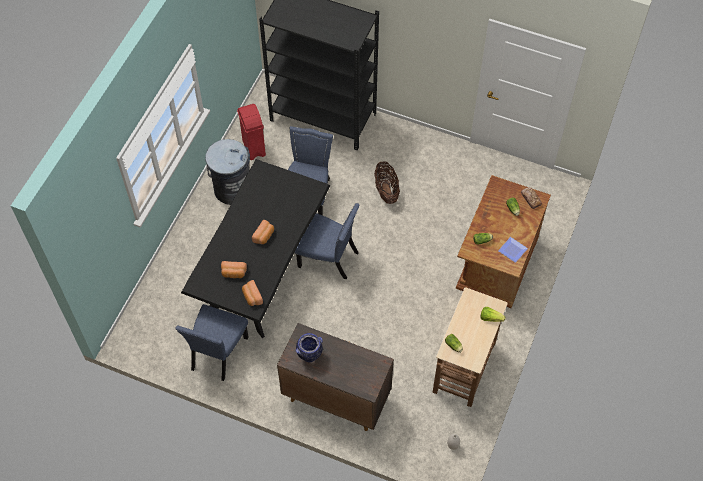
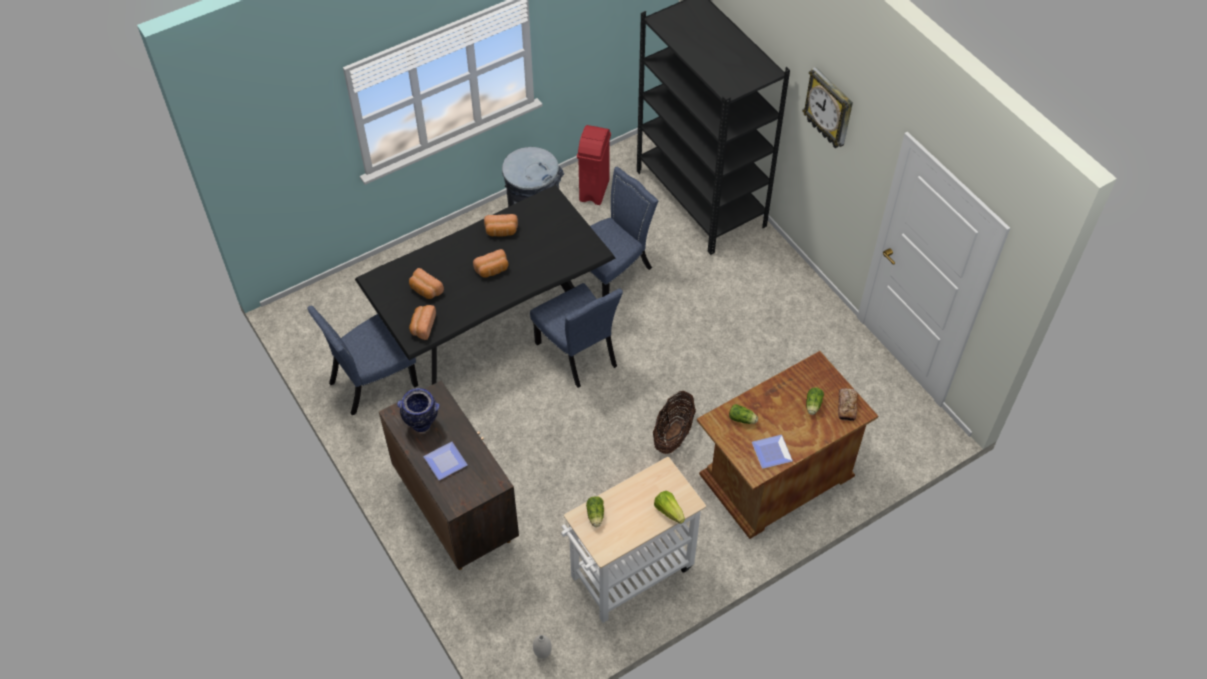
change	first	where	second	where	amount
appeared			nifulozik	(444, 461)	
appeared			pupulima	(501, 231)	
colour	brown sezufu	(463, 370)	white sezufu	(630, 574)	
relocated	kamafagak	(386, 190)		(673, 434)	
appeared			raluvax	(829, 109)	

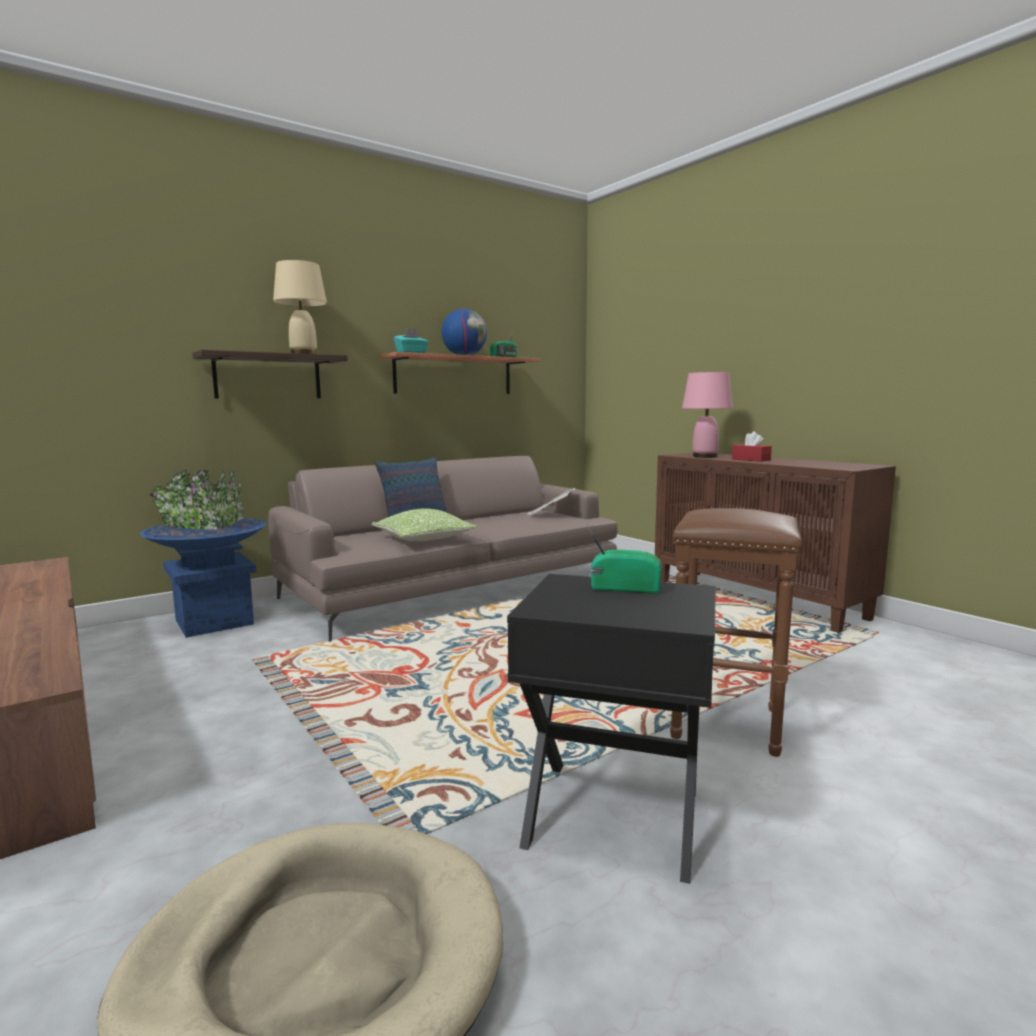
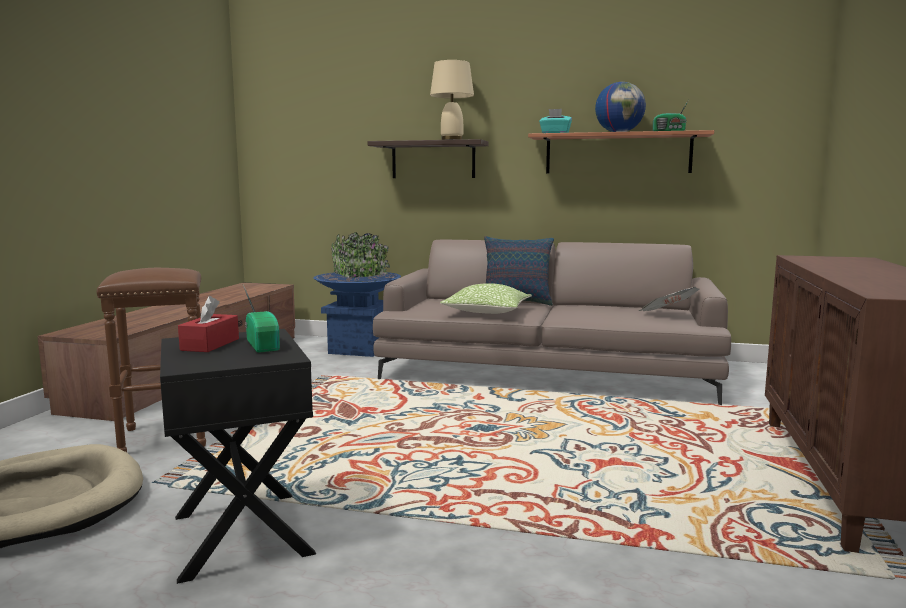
change	first	where	second	where	amount
relocated	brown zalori	(729, 722)		(167, 438)	
relocated	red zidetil	(751, 460)		(210, 344)	
missing	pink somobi	(705, 456)			

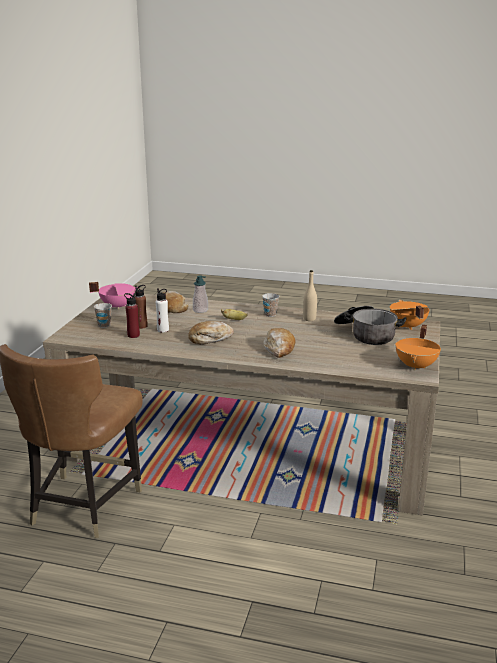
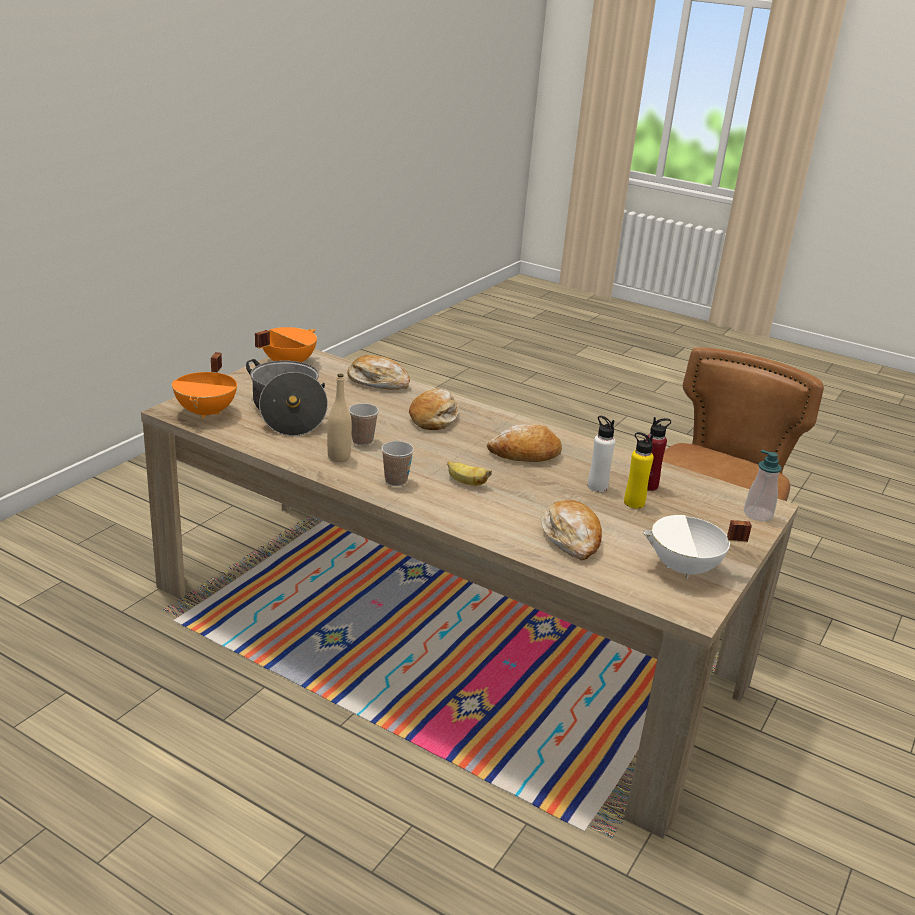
change	first	where	second	where	amount
appeared			pupulima	(378, 381)	
relocated	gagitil	(104, 325)		(362, 441)	
colour	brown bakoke	(141, 326)	yellow bakoke	(634, 503)	
colour	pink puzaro	(117, 306)	white puzaro	(684, 569)	
relocated	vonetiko	(200, 310)		(758, 514)	

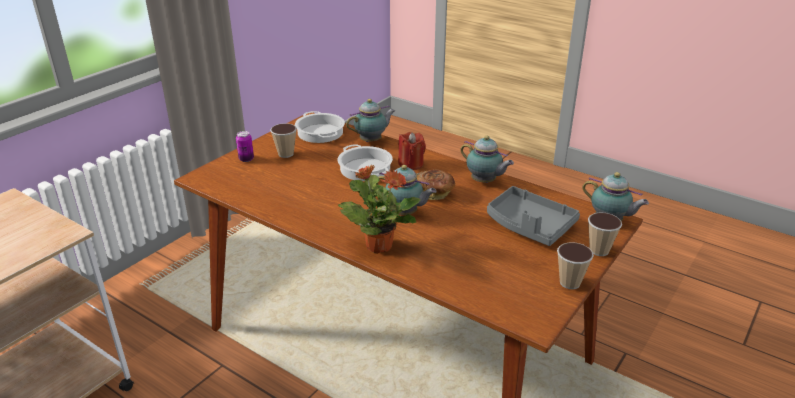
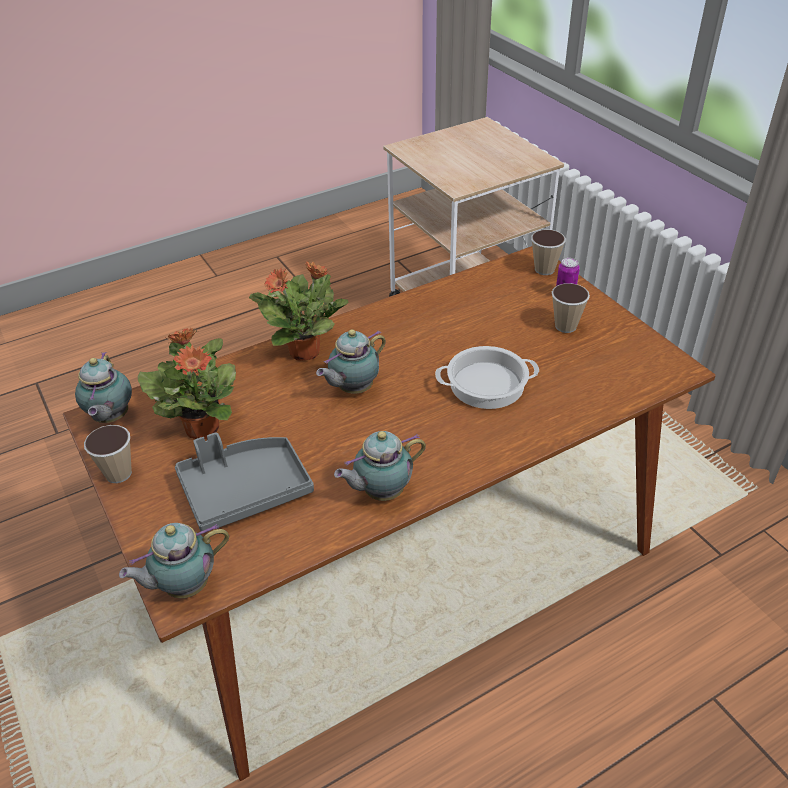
change	first	where	second	where	amount
relocated	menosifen	(372, 141)		(110, 418)	
appeared			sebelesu	(202, 427)	
relocated	gagitil	(599, 250)		(544, 269)	
missing	puzaro	(319, 133)			
missing	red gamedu	(411, 164)			
missing	pupulima	(434, 193)			

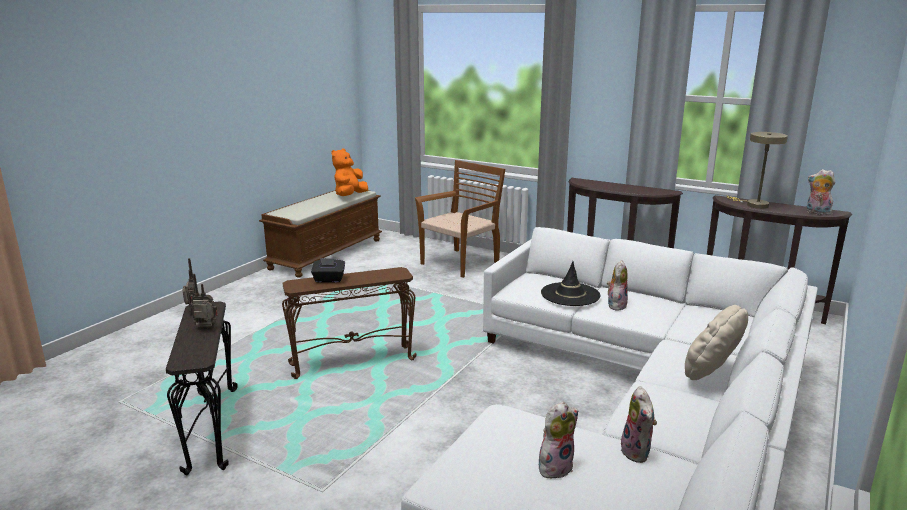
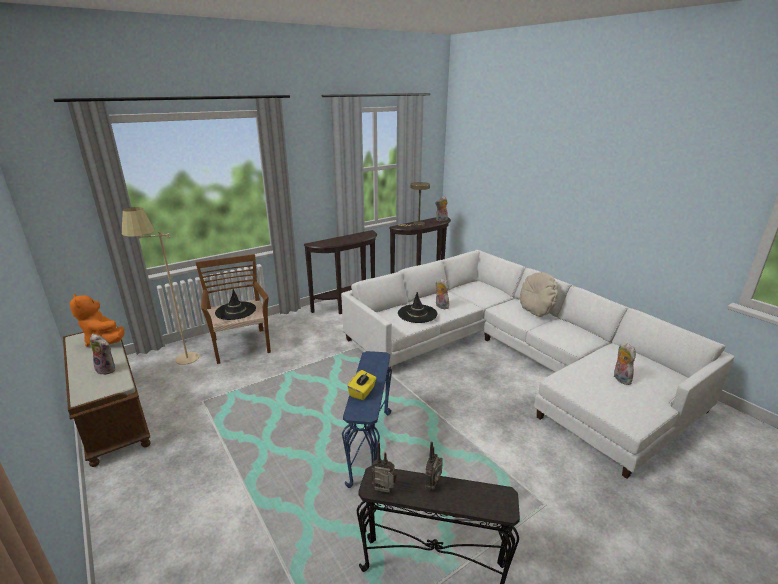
change	first	where	second	where	amount
relocated	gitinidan	(638, 453)		(108, 369)	
appeared			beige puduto	(179, 363)	
appeared			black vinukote	(235, 311)	
colour	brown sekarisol	(353, 363)	blue sekarisol	(370, 447)	
colour	black zidetil	(329, 280)	yellow zidetil	(362, 392)	

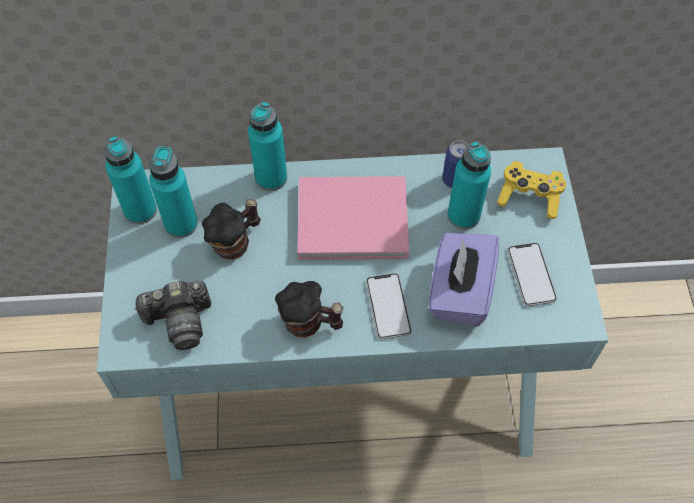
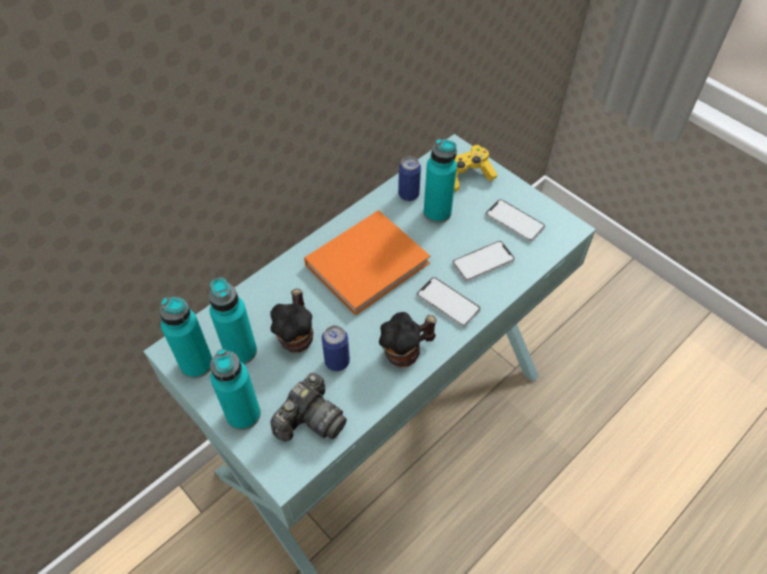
change	first	where	second	where	amount
relocated	turquoise bakoke	(271, 178)		(243, 414)	
colour	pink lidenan	(356, 220)	orange lidenan	(370, 262)	
appeared			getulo	(337, 361)	
exchanged	purple zidetil	(459, 292)	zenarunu	(483, 262)	

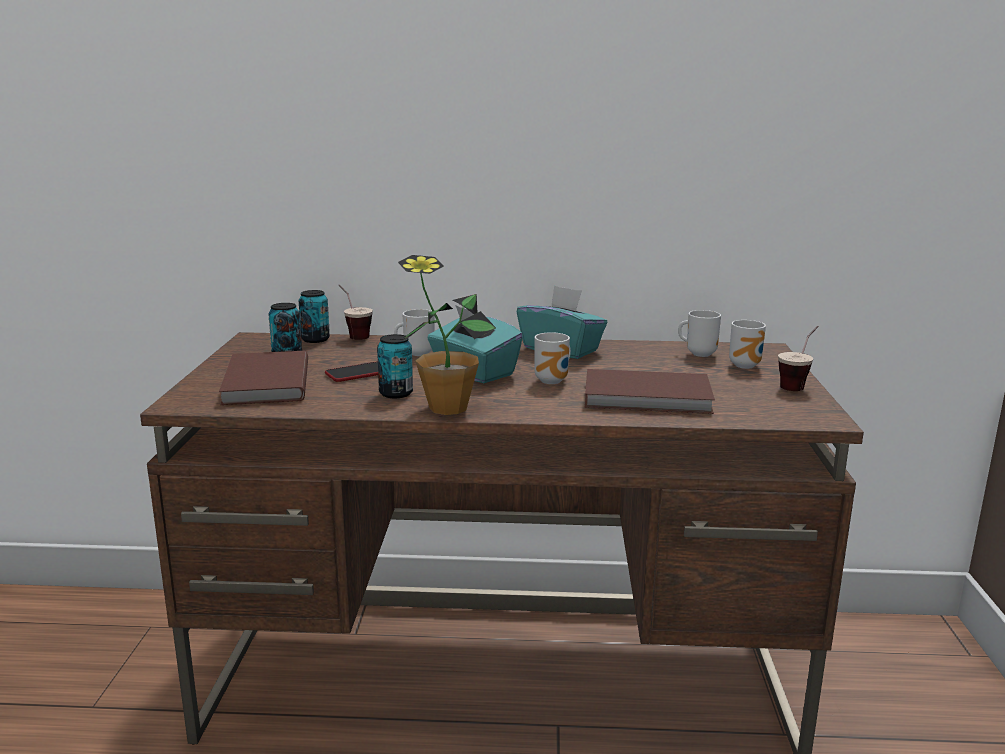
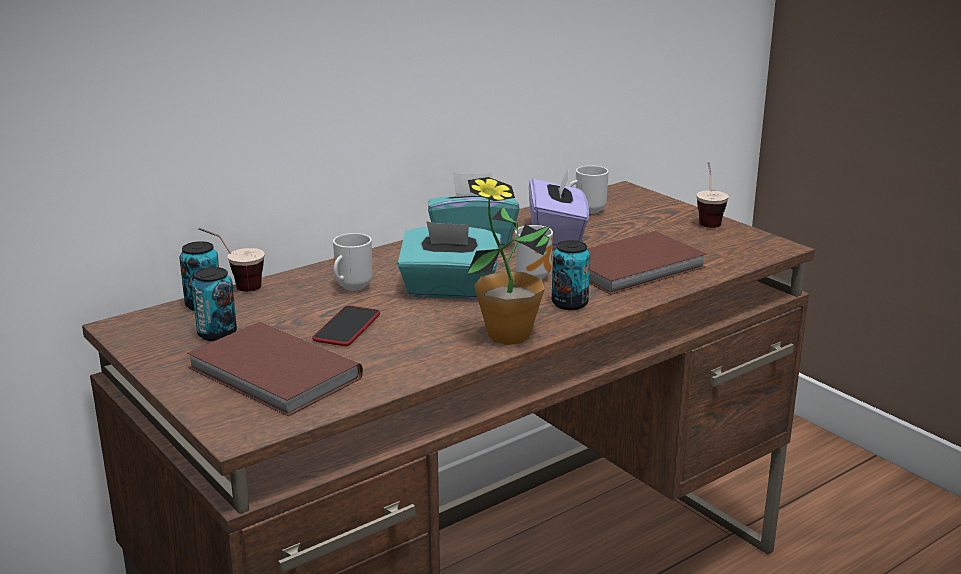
change	first	where	second	where	amount
appeared			purple zidetil	(557, 236)	
relocated	getulo	(396, 393)		(569, 303)	
missing	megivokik	(747, 365)			

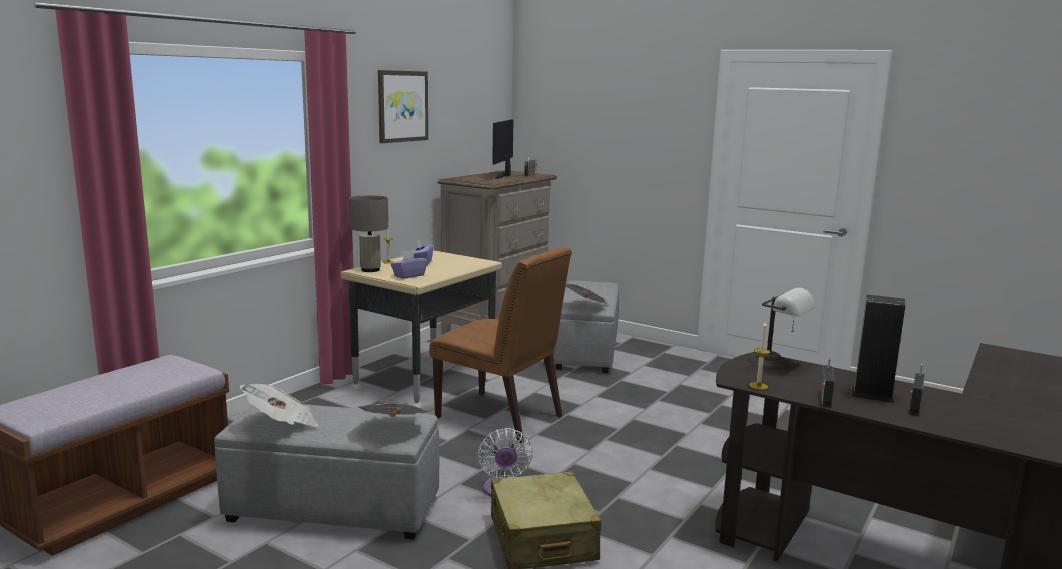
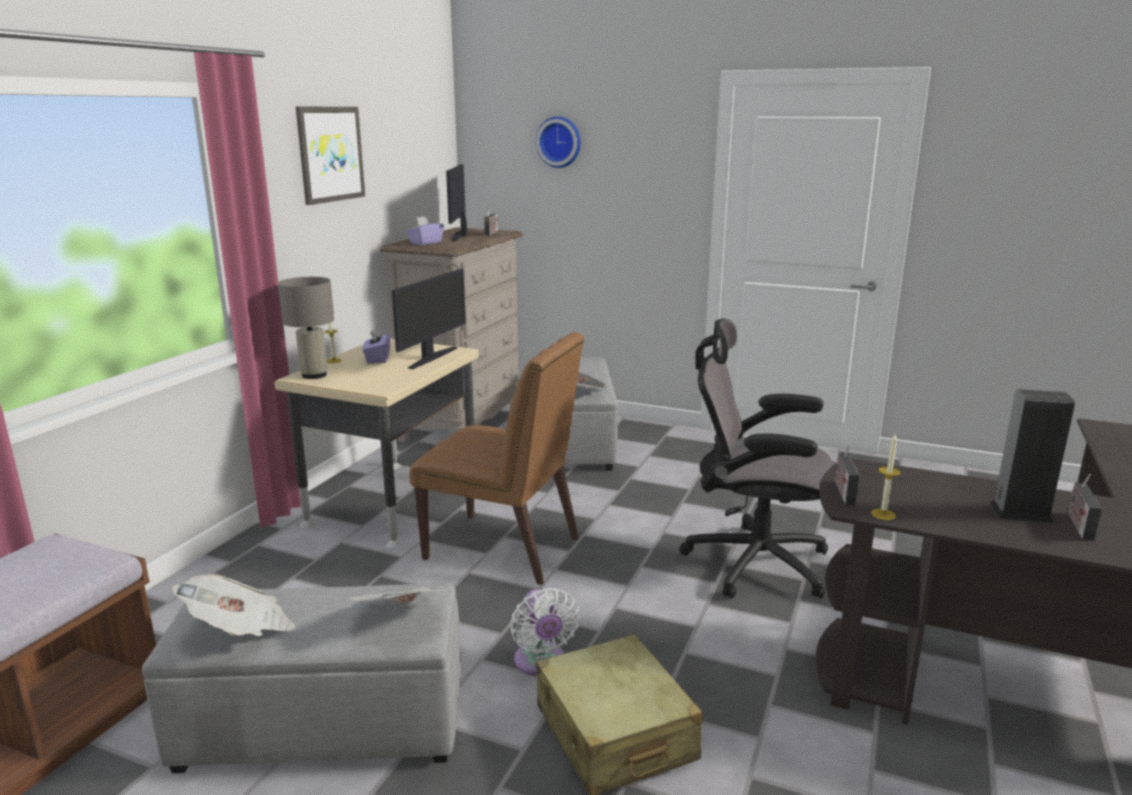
change	first	where	second	where	amount
appeared			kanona	(431, 357)	
relocated	purple zidetil	(409, 275)		(425, 243)	
appeared			raluvax	(559, 142)	
appeared			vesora	(755, 564)	
relocated	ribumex	(824, 397)		(843, 491)	
missing	somobi	(776, 363)			

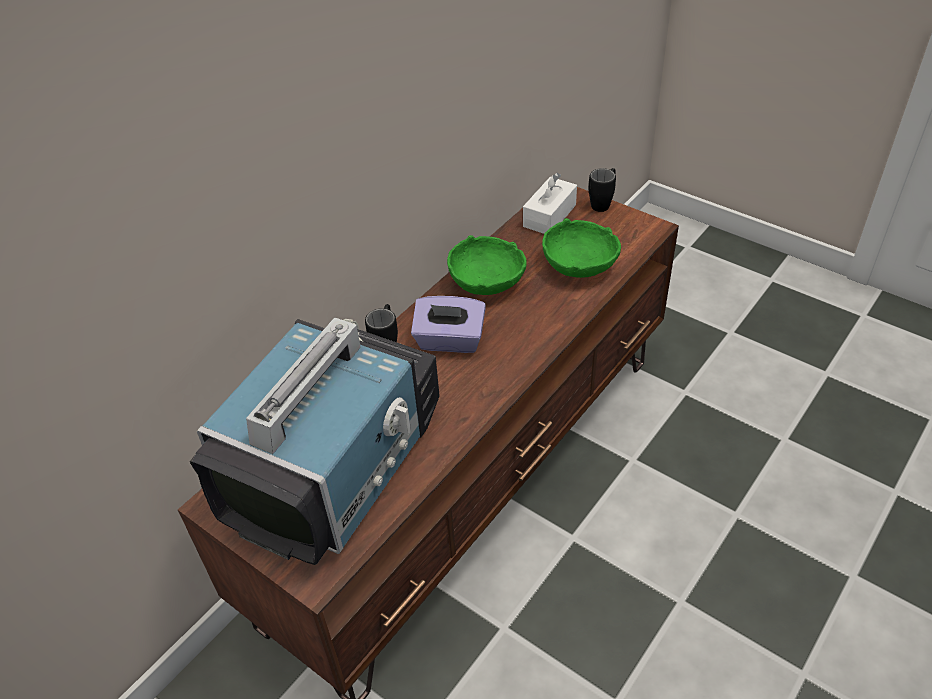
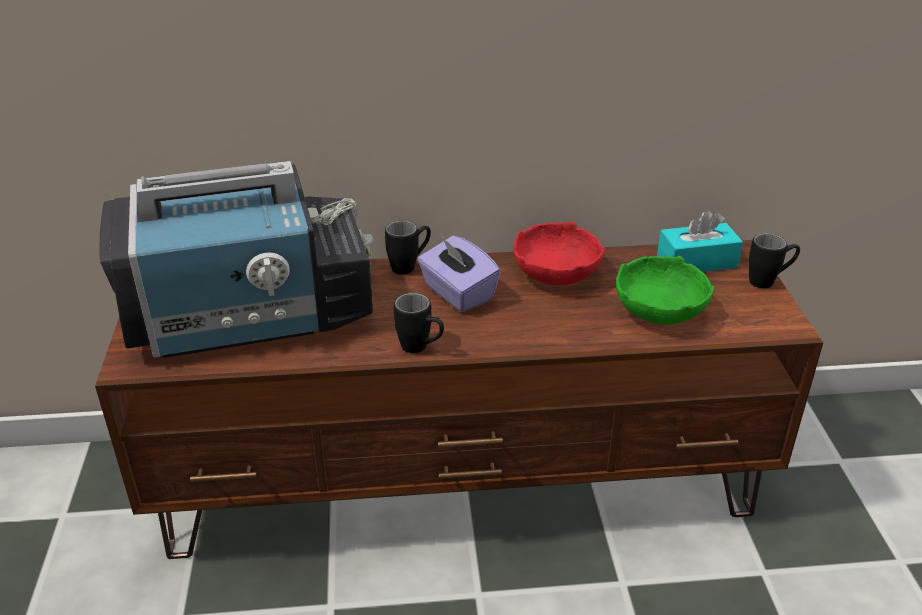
change	first	where	second	where	amount
appeared			black megivokik	(421, 349)	
colour	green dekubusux	(486, 281)	red dekubusux	(557, 274)	
colour	white zidetil	(549, 216)	turquoise zidetil	(696, 262)	

